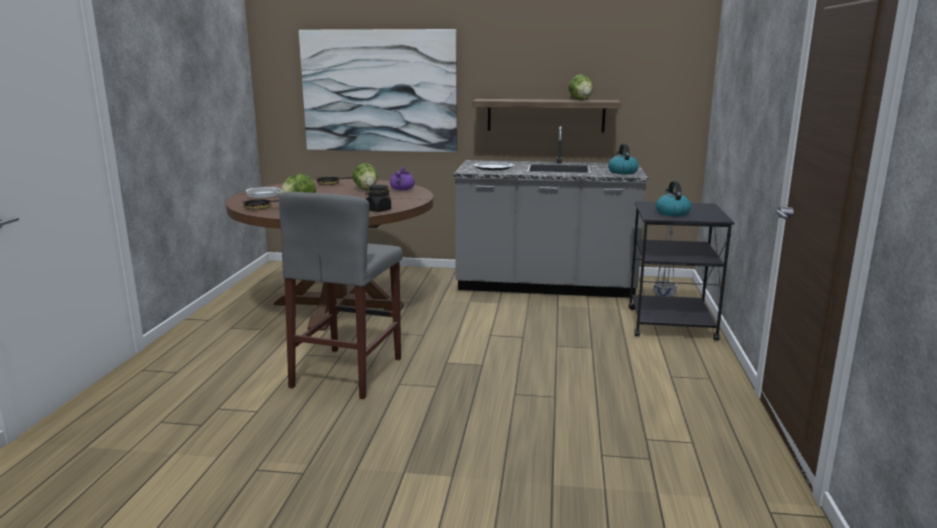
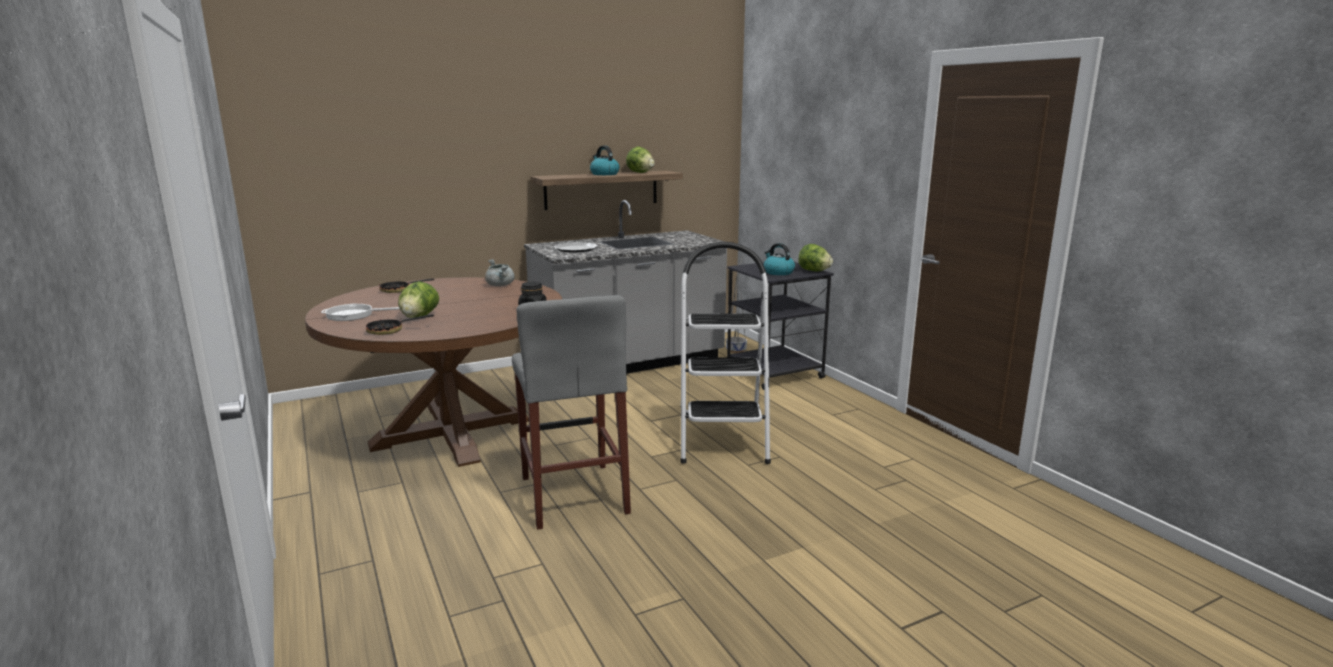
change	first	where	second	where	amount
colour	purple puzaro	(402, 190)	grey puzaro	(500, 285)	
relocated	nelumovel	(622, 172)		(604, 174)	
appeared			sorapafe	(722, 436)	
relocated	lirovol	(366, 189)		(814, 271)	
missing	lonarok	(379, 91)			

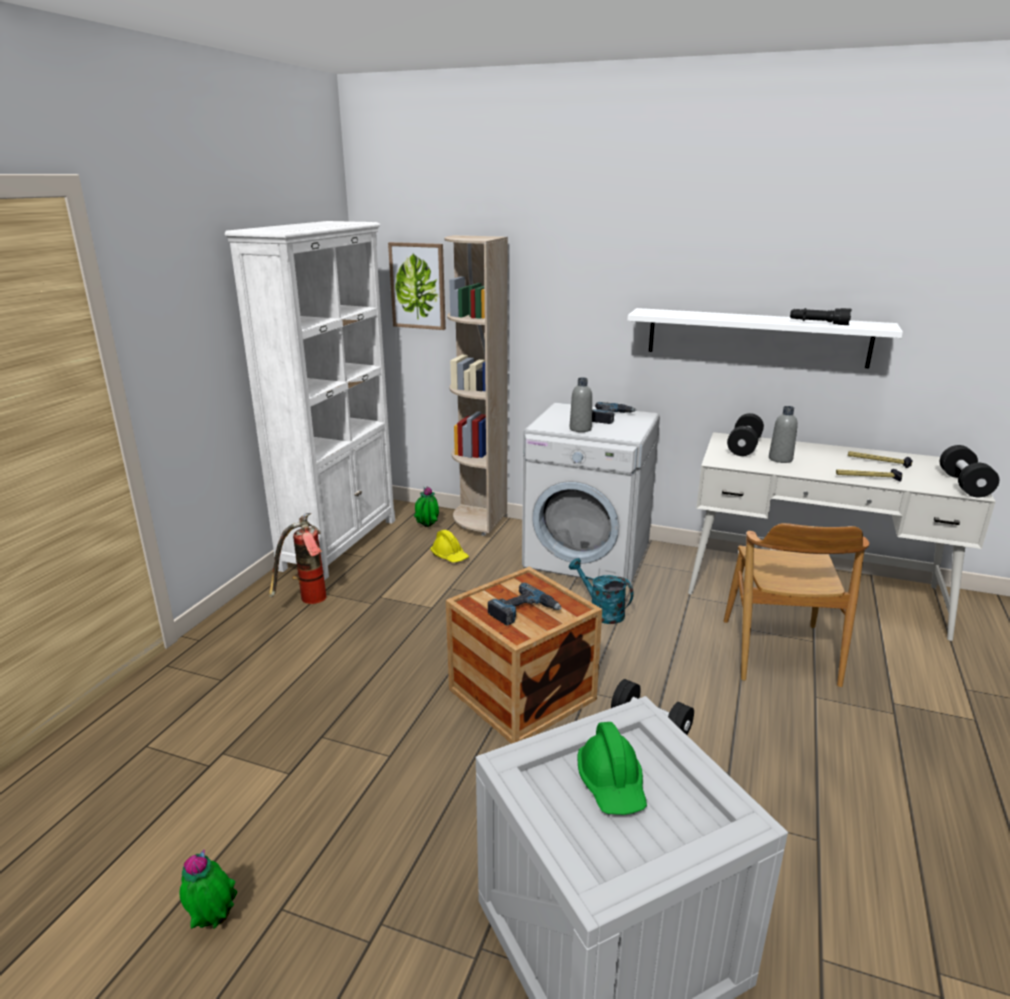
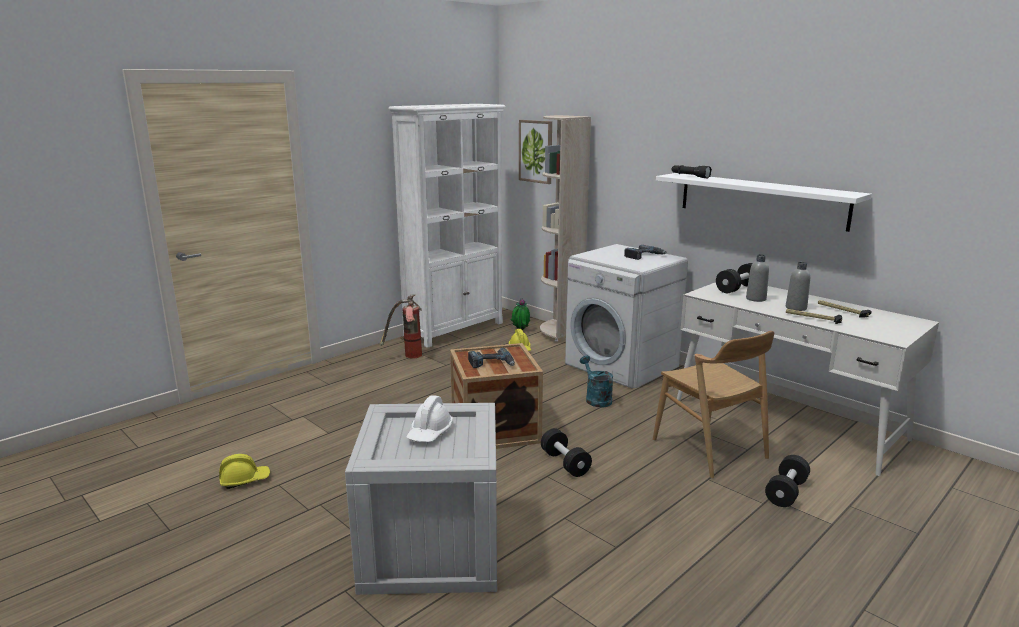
change	first	where	second	where	amount
exchanged	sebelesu	(213, 921)	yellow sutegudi	(245, 480)	
colour	green sutegudi	(612, 784)	white sutegudi	(430, 432)	
spun	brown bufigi	(778, 652)		(709, 449)	60 degrees counterclockwise
relocated	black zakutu	(818, 323)		(689, 176)	
relocated	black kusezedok	(964, 484)		(786, 492)	
relocated	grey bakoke	(580, 429)		(796, 308)	

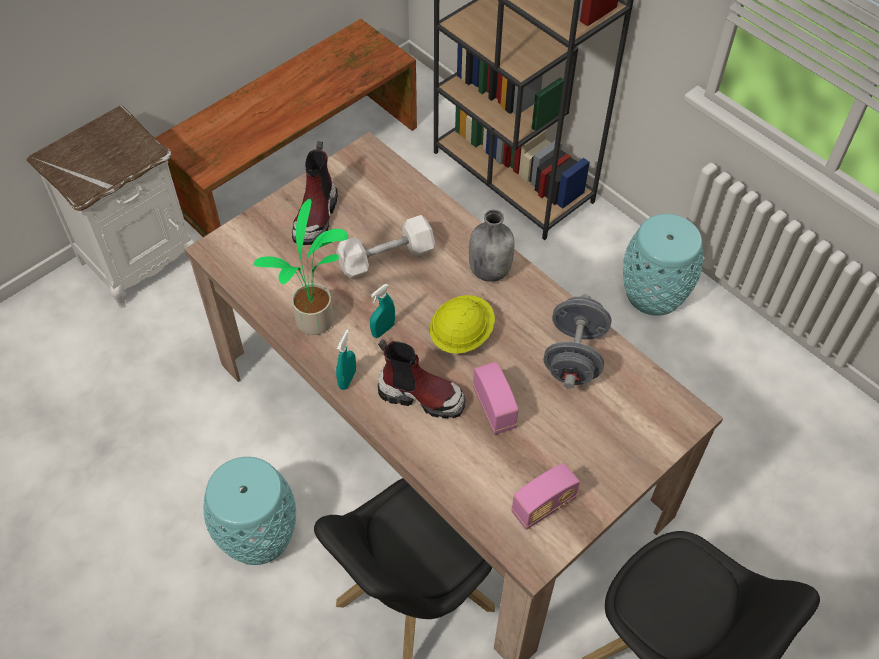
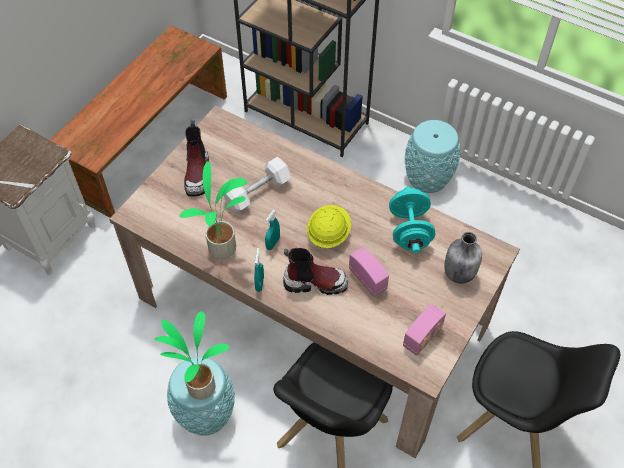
change	first	where	second	where	amount
appeared			sebelesu	(200, 385)	
colour	grey kusezedok	(574, 356)	turquoise kusezedok	(409, 231)	
relocated	grey bakoke	(490, 270)		(458, 273)	

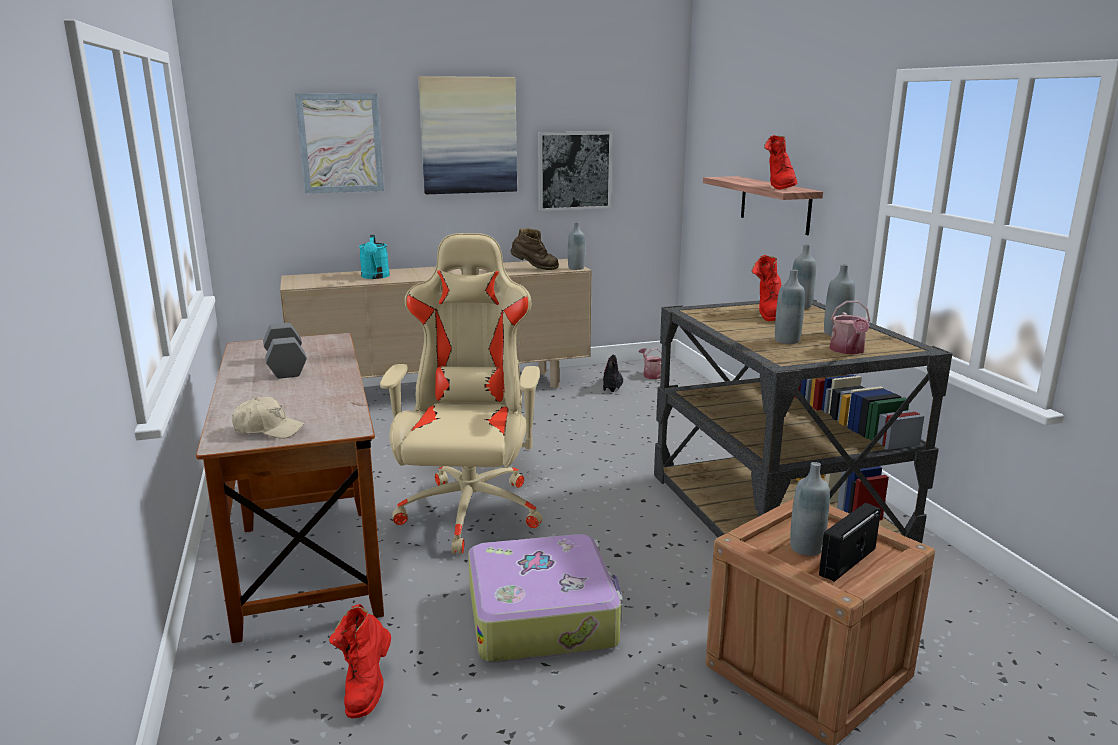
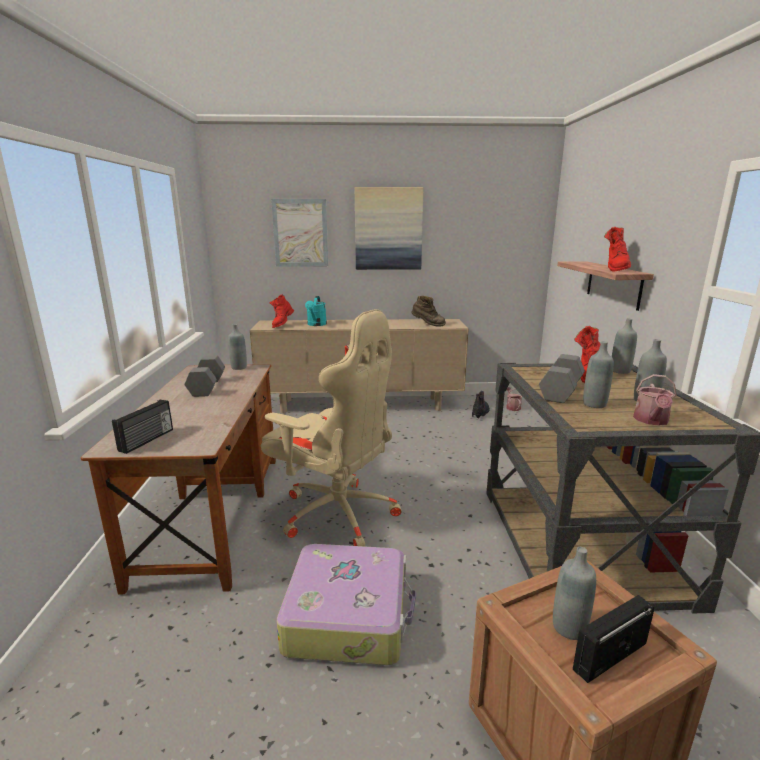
change	first	where	second	where	amount
exchanged	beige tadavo	(269, 429)	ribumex	(147, 440)	
relocated	grey bakoke	(576, 268)		(239, 367)	
spun	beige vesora	(468, 518)		(331, 511)	105 degrees clockwise
relocated	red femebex	(366, 687)		(282, 325)	
appeared			grey kusezedok	(561, 391)	
missing	lonarok	(574, 170)			

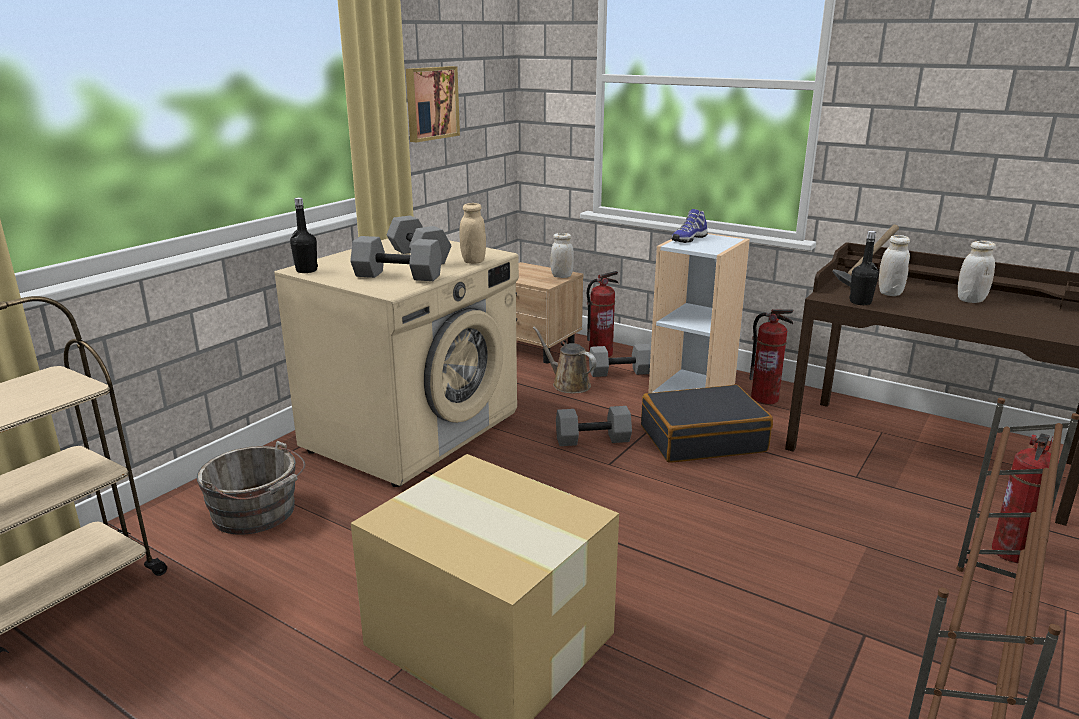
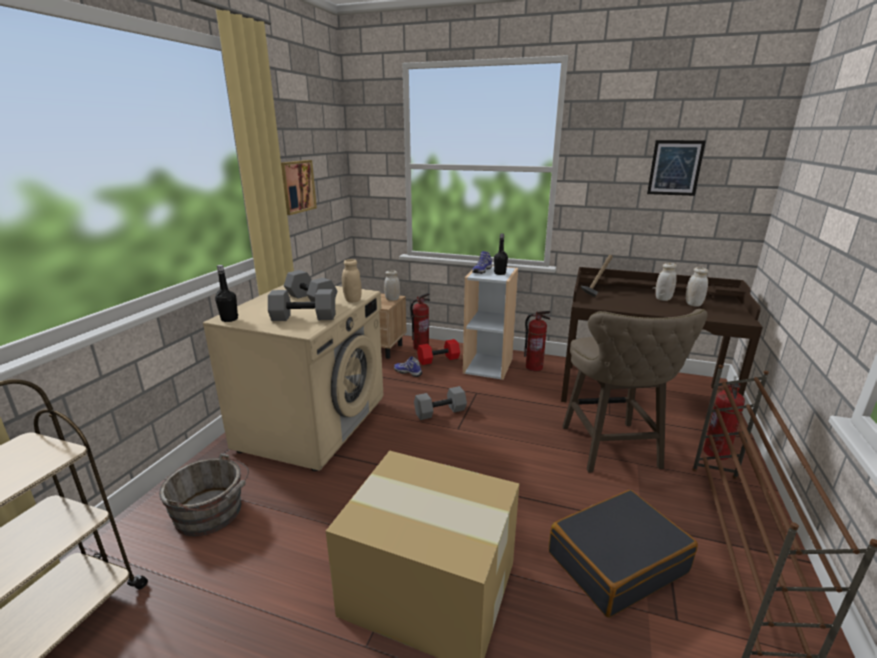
change	first	where	second	where	amount
exchanged	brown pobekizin	(568, 384)	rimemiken	(408, 372)	
colour	grey kusezedok	(620, 372)	red kusezedok	(438, 359)	
relocated	black bakoke	(860, 302)		(500, 273)	
relocated	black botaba	(702, 438)		(616, 561)	
appeared			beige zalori	(612, 449)	
appeared			lonarok	(675, 168)	
relocated	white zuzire	(889, 293)		(693, 304)	

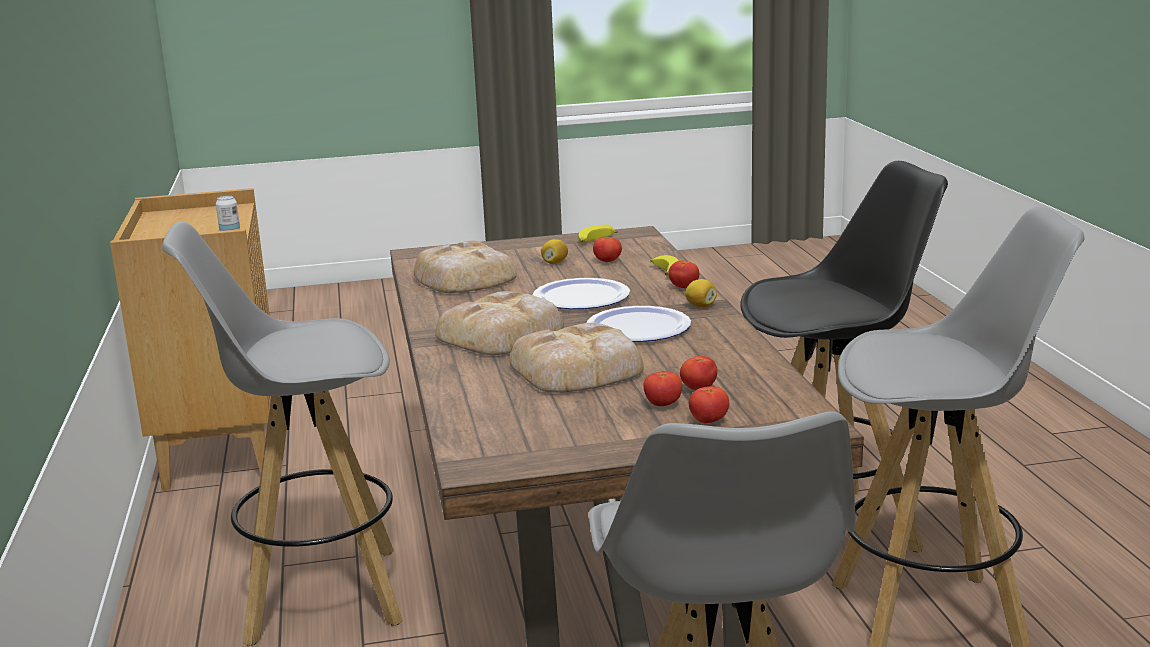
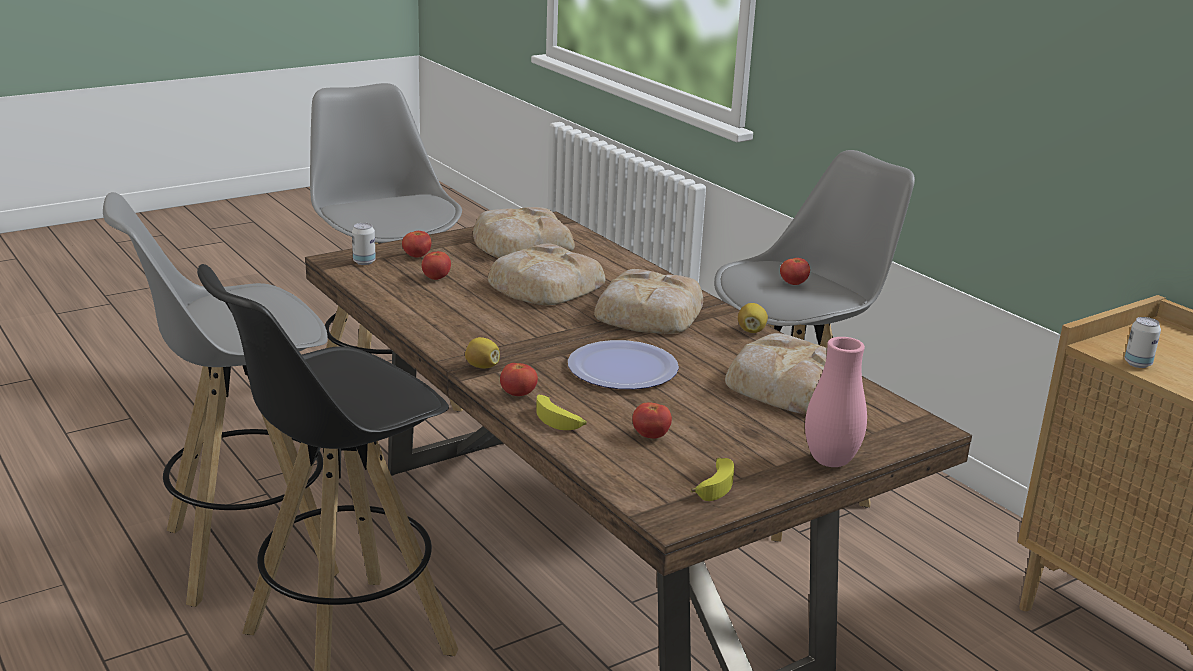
change	first	where	second	where	amount
appeared			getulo	(364, 262)	
appeared			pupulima	(520, 243)	
relocated	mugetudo	(555, 263)		(751, 331)	
relocated	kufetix	(663, 405)		(793, 284)	
appeared			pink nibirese	(830, 461)	
missing	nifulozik	(638, 327)			

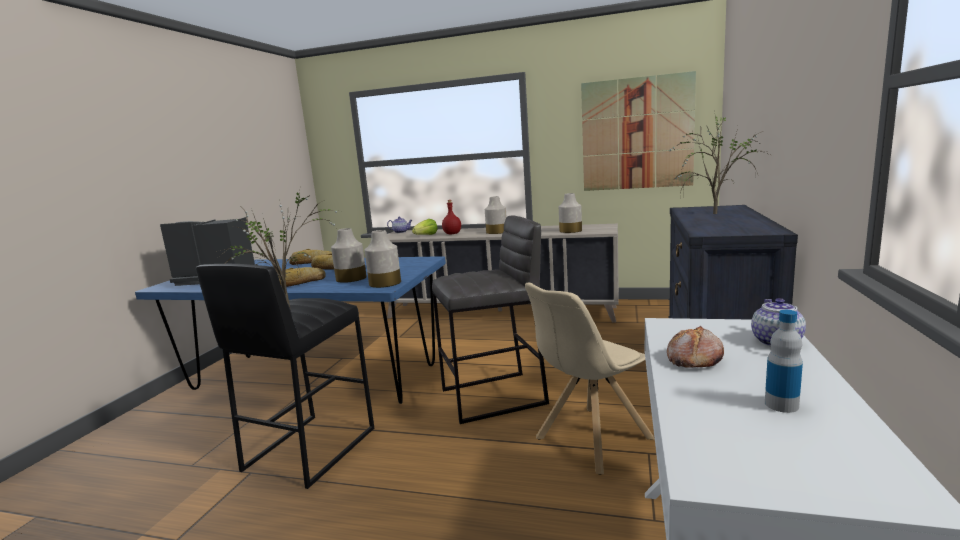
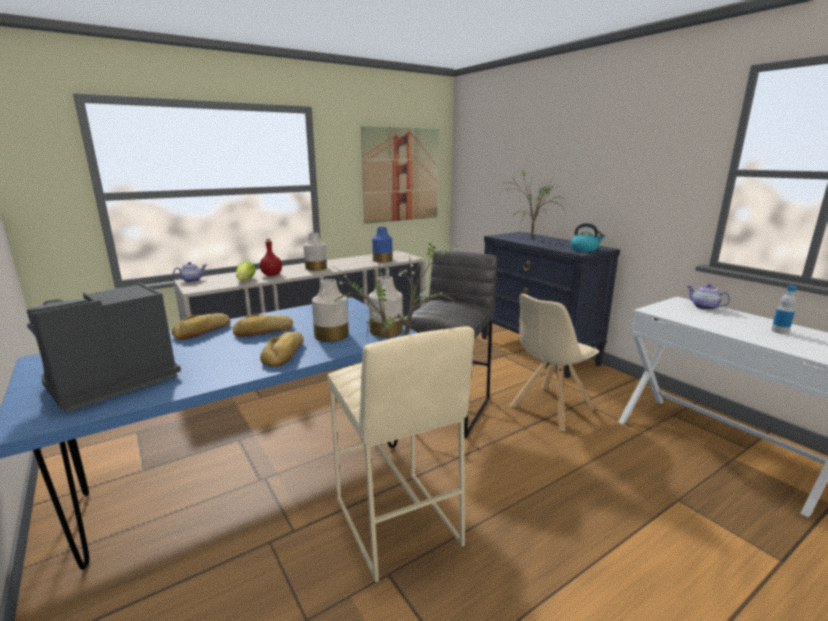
change	first	where	second	where	amount
colour	black zalori	(308, 449)	beige zalori	(396, 522)	
colour	beige nibirese	(571, 230)	blue nibirese	(382, 260)	
spun	beige bufigi	(590, 440)		(549, 409)	45 degrees clockwise
appeared			nelumovel	(585, 249)	
missing	pupulima	(693, 359)			

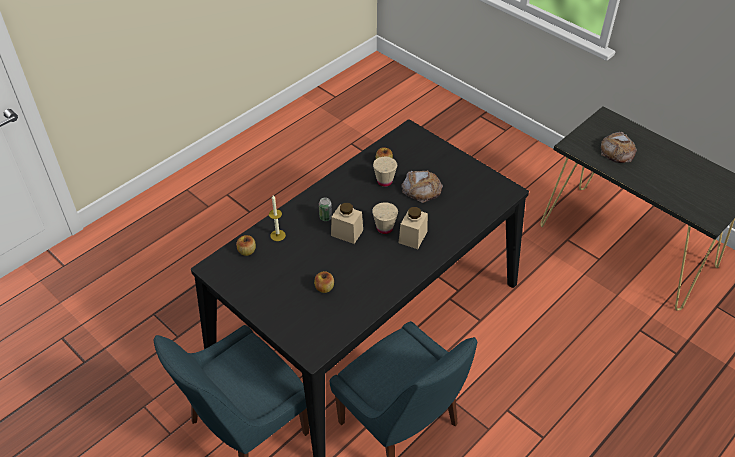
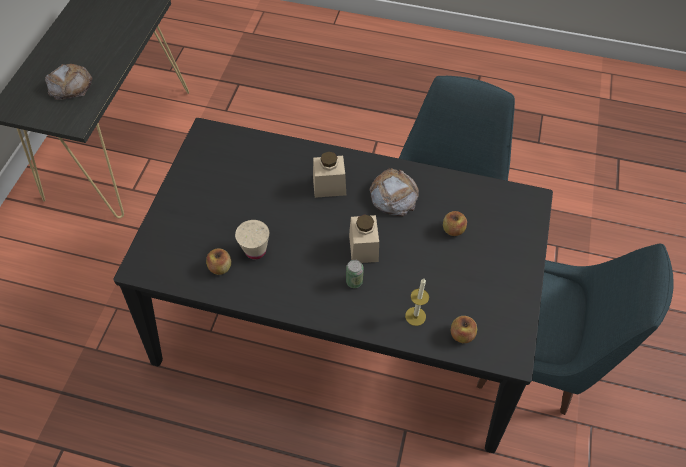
change	first	where	second	where	amount
relocated	pupulima	(422, 189)		(393, 195)	
missing	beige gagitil	(384, 228)			

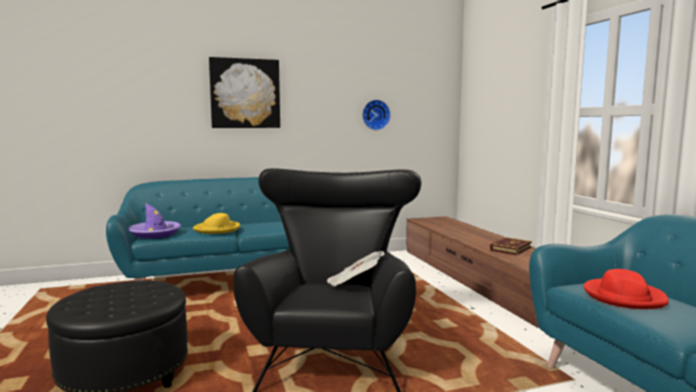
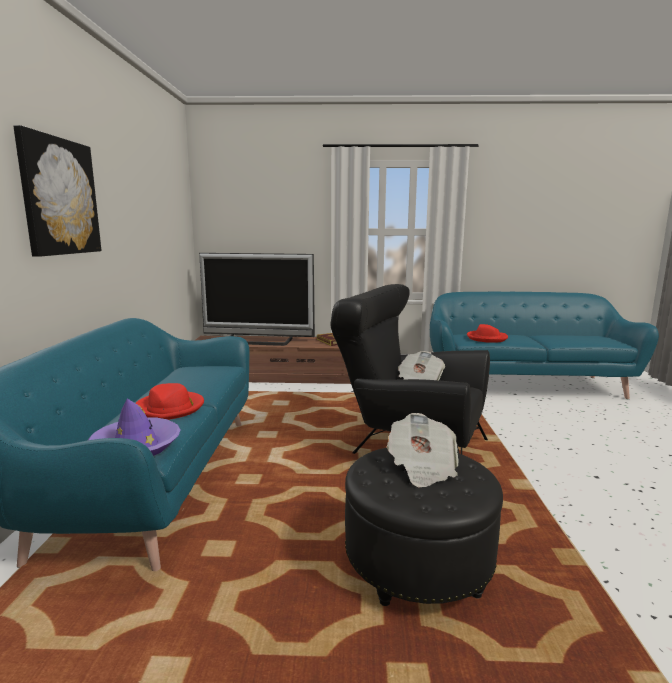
change	first	where	second	where	amount
colour	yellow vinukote	(217, 229)	red vinukote	(170, 408)	
appeared			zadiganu	(257, 341)	
appeared			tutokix	(422, 467)	
missing	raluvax	(375, 115)			

